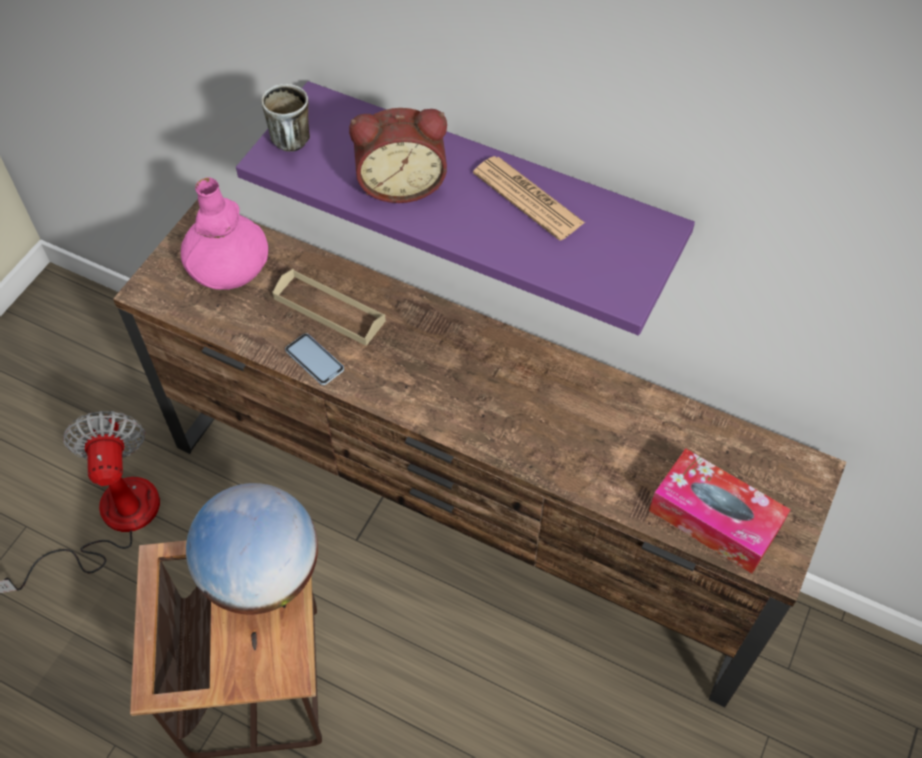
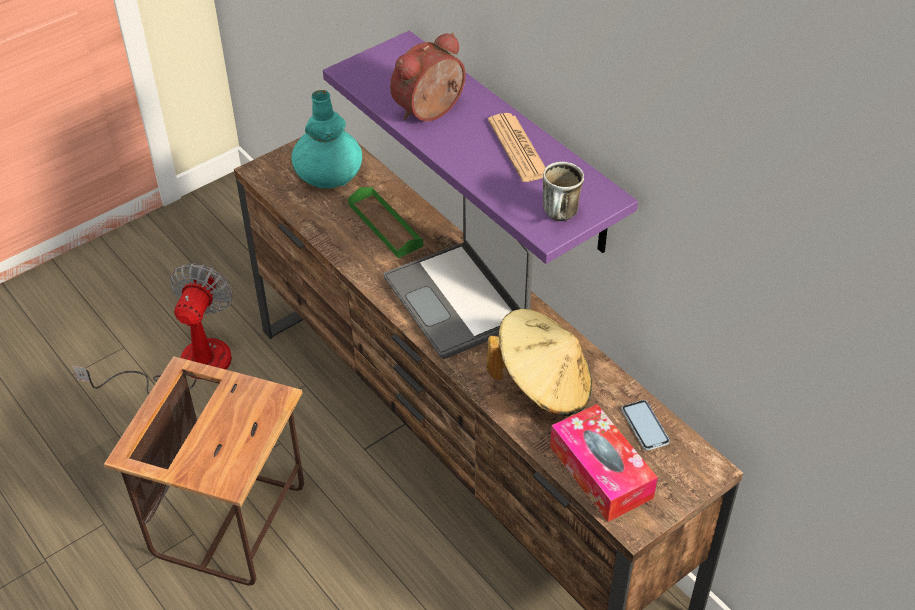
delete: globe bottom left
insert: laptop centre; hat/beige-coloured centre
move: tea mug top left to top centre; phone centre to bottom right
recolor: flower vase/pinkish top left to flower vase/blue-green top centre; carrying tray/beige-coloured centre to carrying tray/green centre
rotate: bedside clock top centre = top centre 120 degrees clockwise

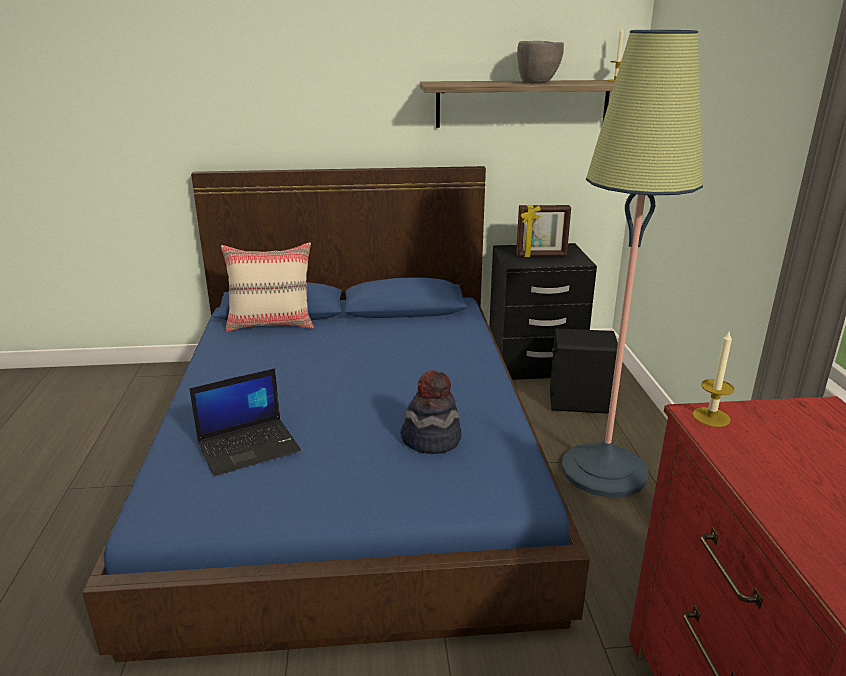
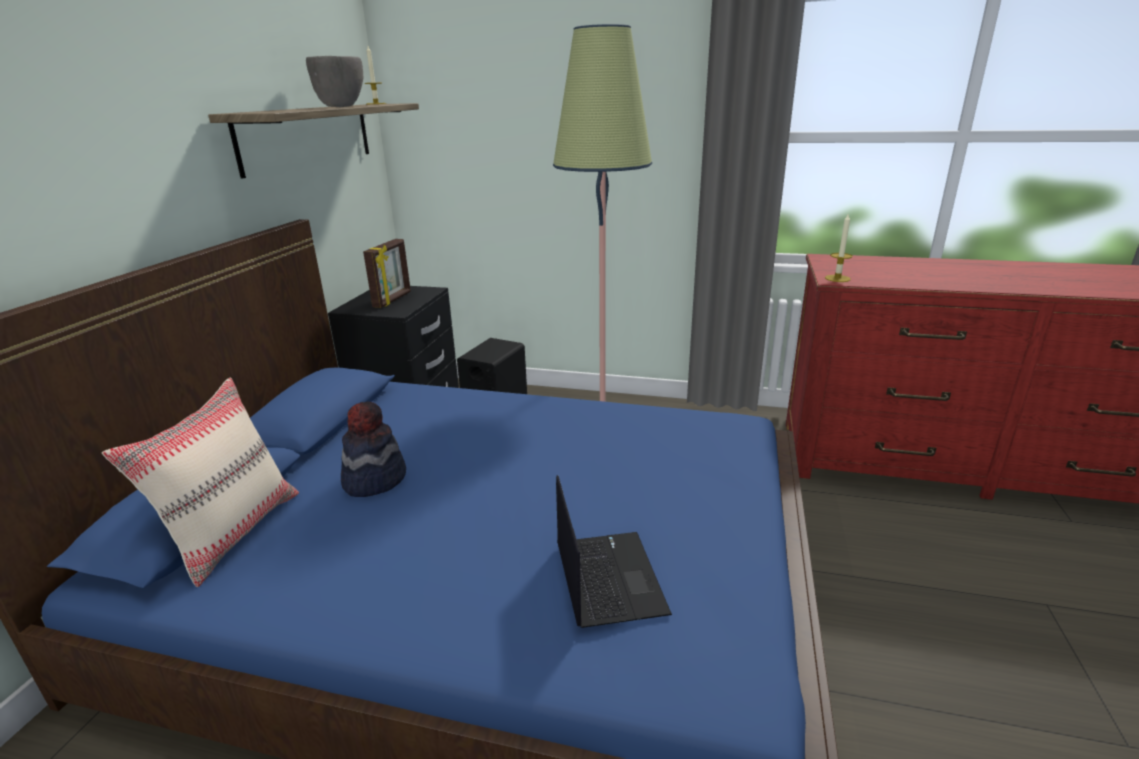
move: hat centre to middle left

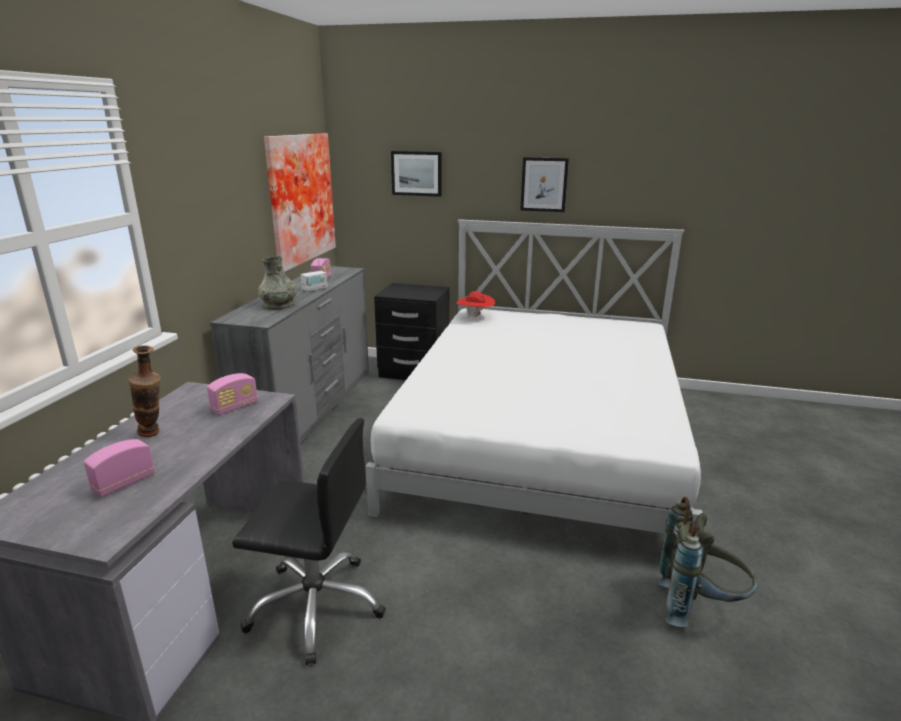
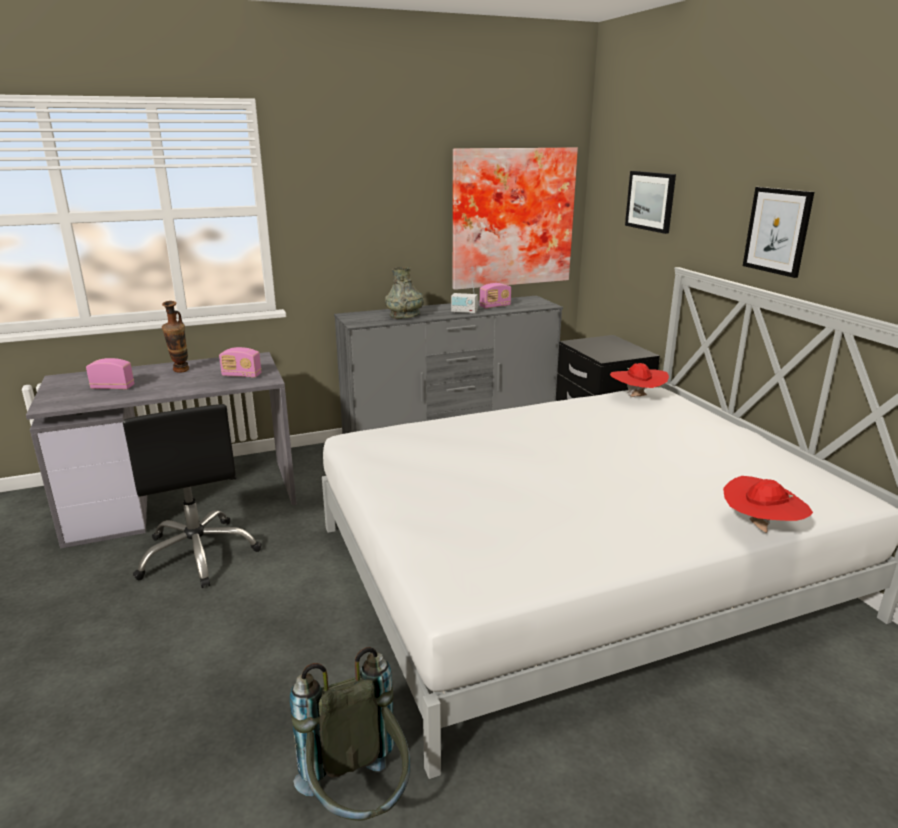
insert: hat/red (2nd from left) middle right

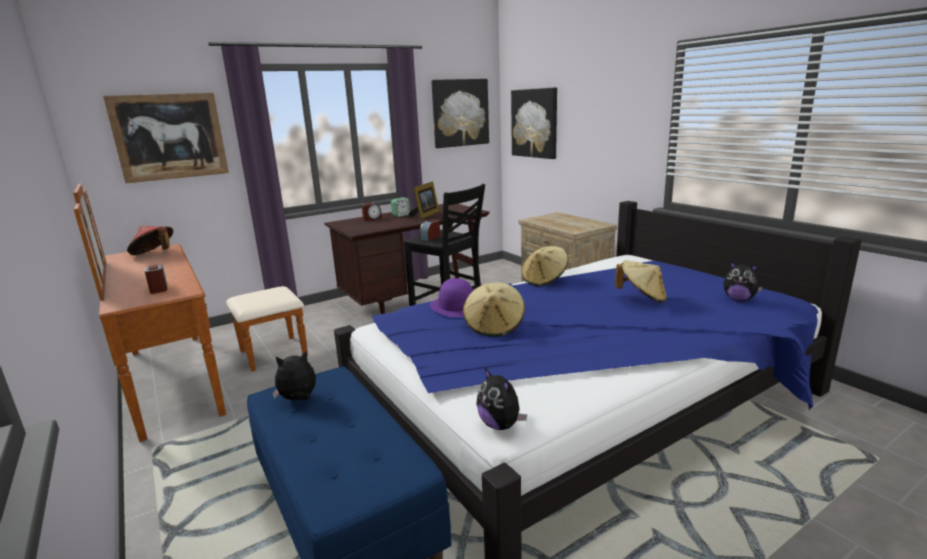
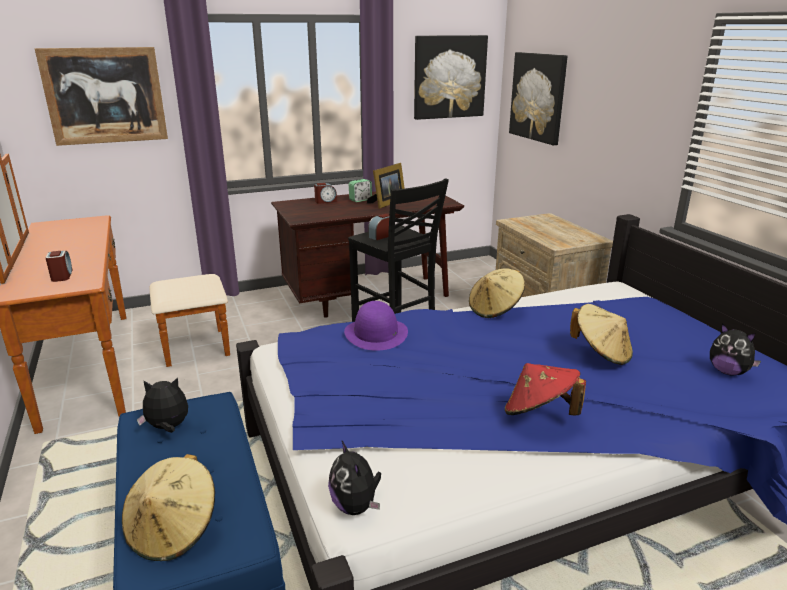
move: hat/red middle left to middle right; hat/beige-coloured (1st from left) centre to bottom left

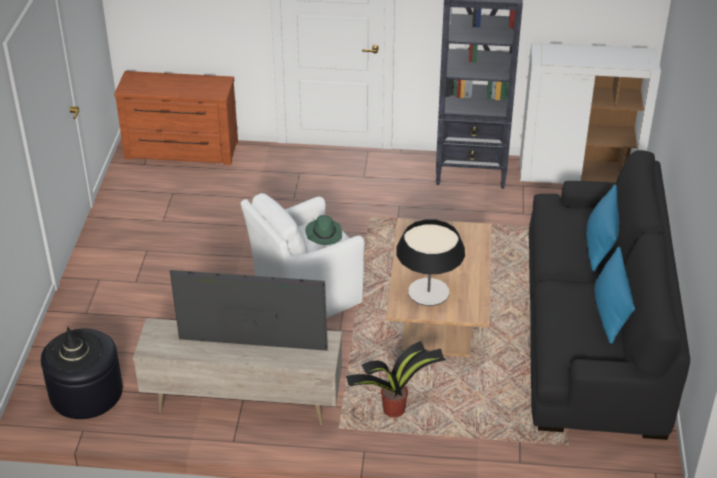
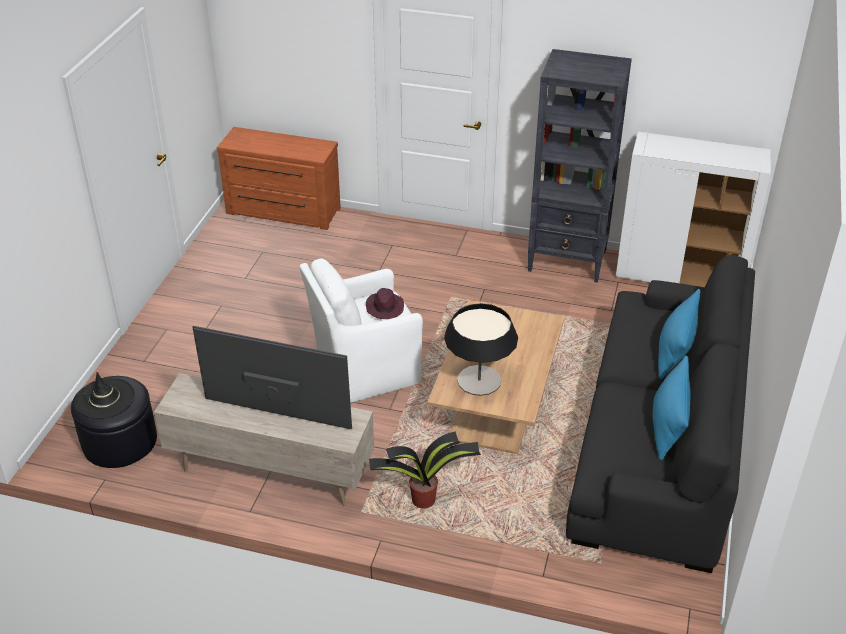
recolor: hat/green centre to hat/purple-coloured centre

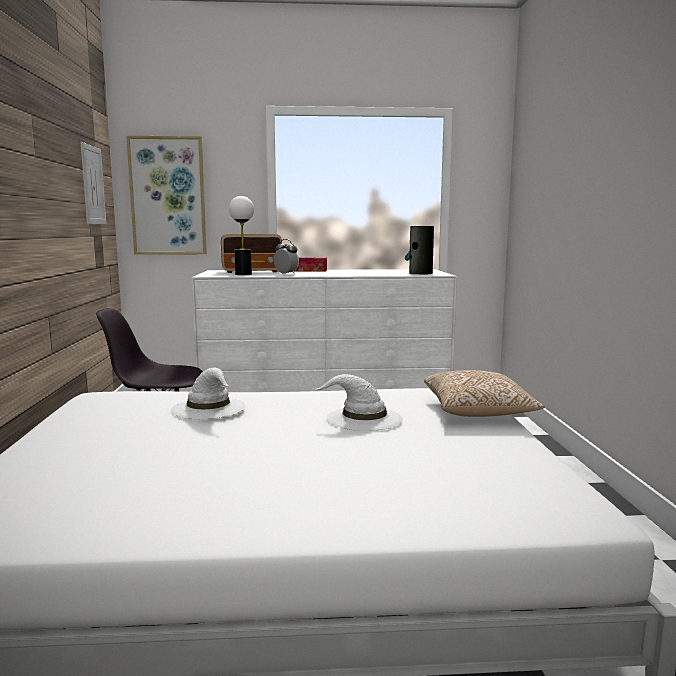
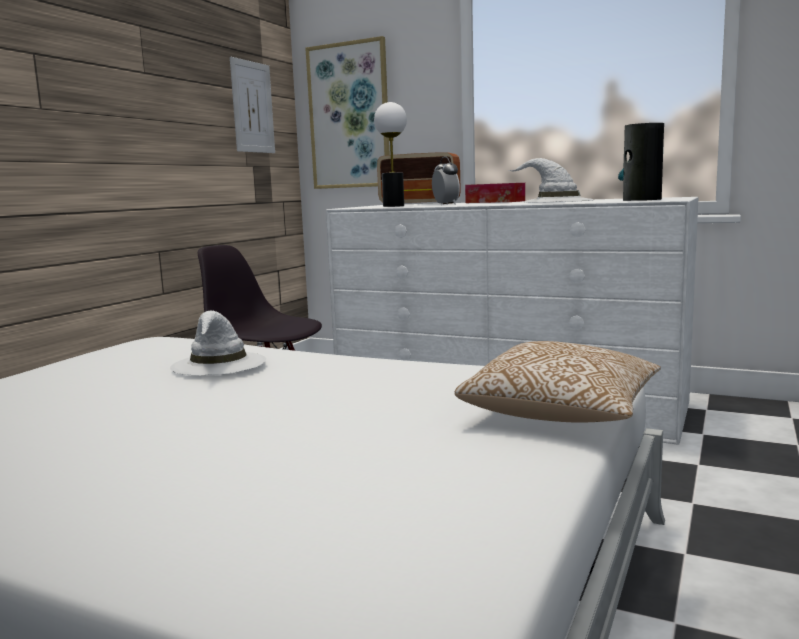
move: hat/white (2nd from left) centre to top right

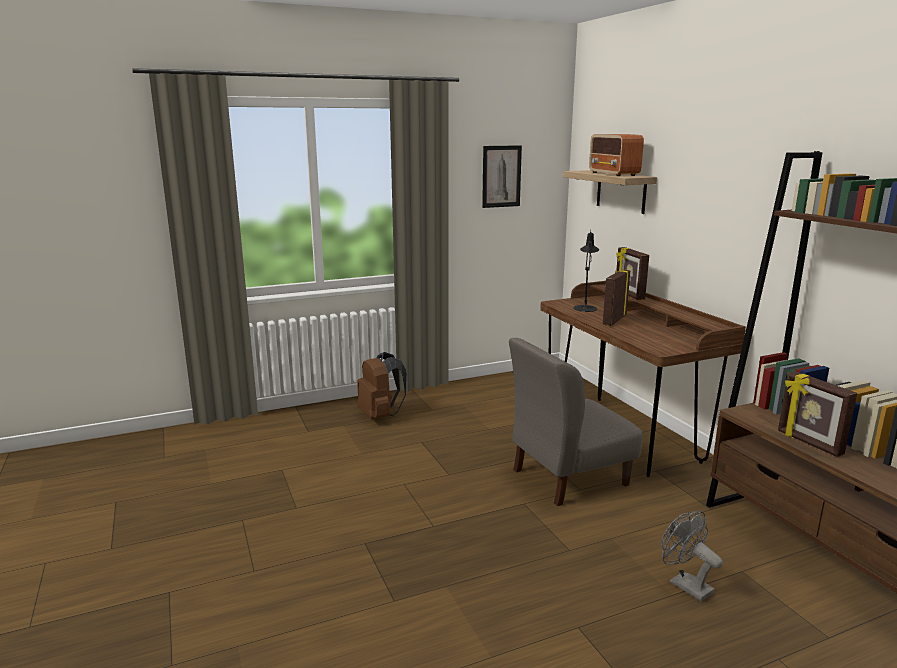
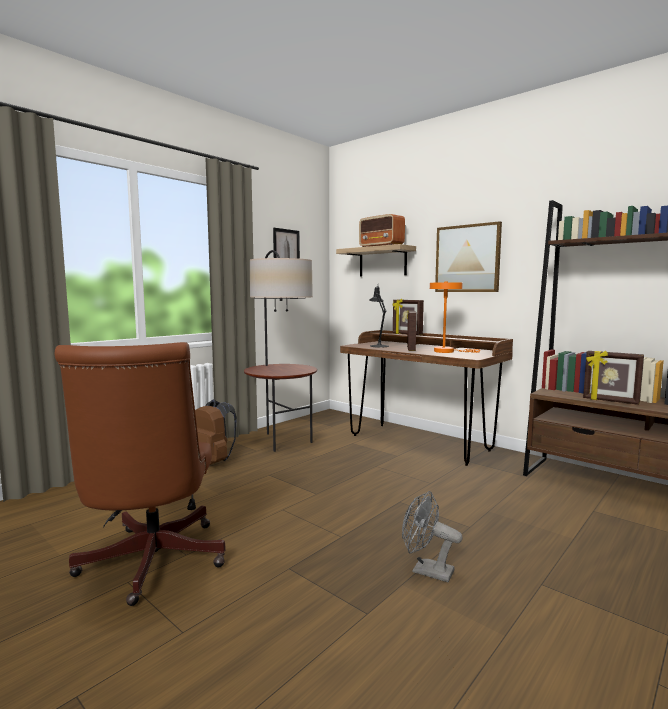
delete: upright chair/greyish centre
insert: desk chair/brownish bottom left; standard lamp centre; table lamp/orange-coloured middle right; wall picture (2nd from left) middle right
move: fan/greyish bottom right to bottom centre

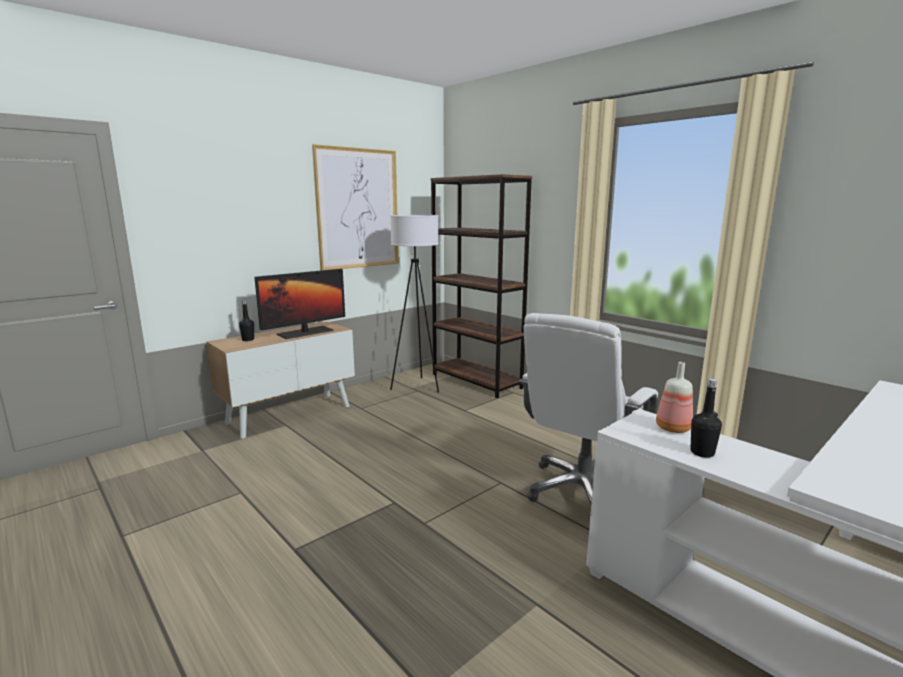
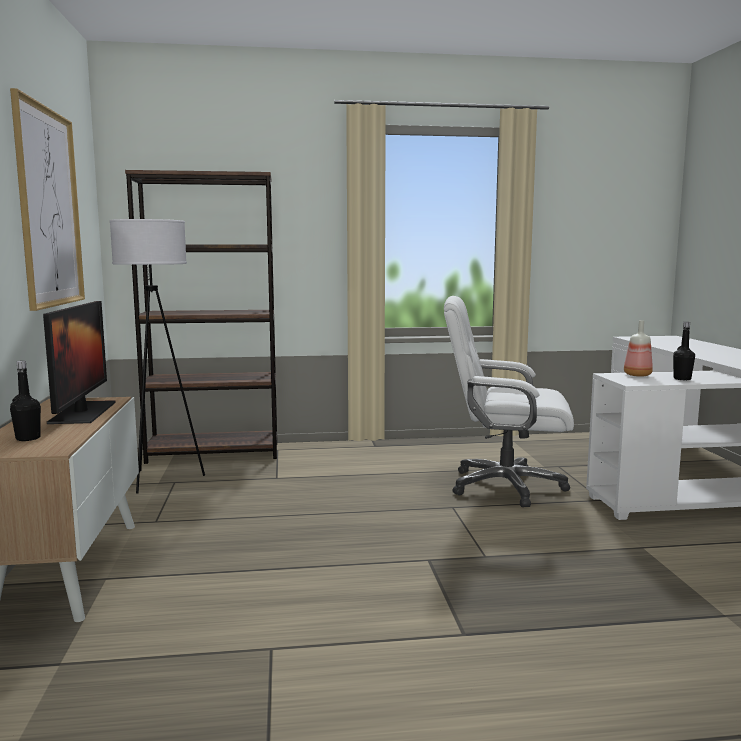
rotate: desk chair/white centre = middle right 120 degrees clockwise

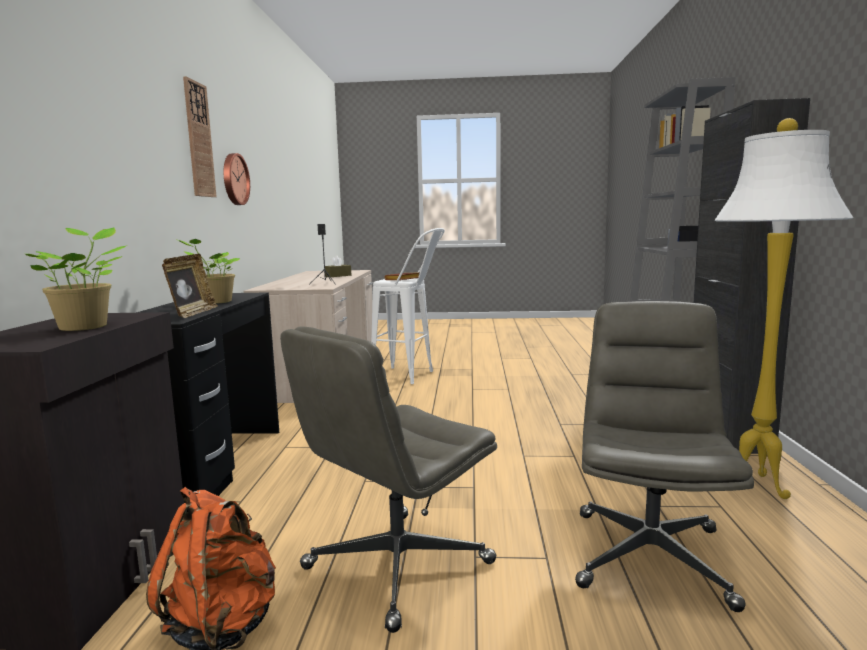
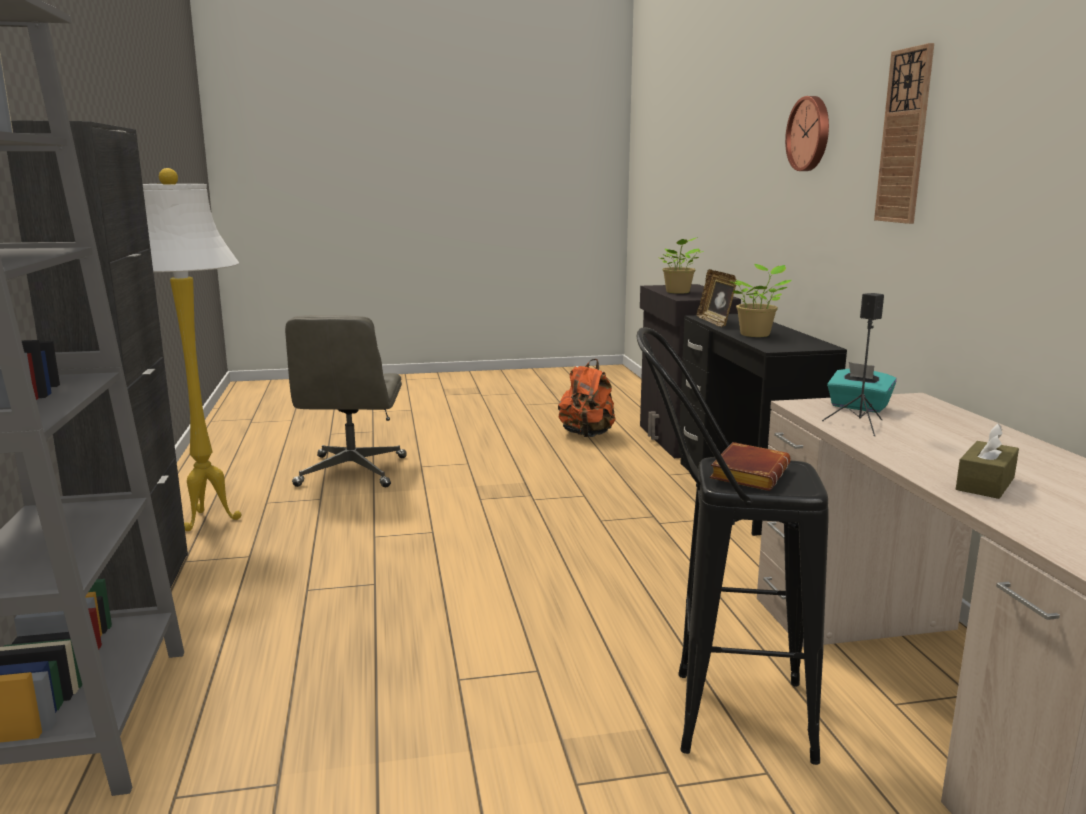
delete: desk chair/greyish (1st from left) bottom centre
insert: tissue holder/blue-green middle right
move: wall clock (2nd from left in the first image) top left to wall clock (1st from left) top right
recolor: stool/white centre to stool/blackish bottom right

